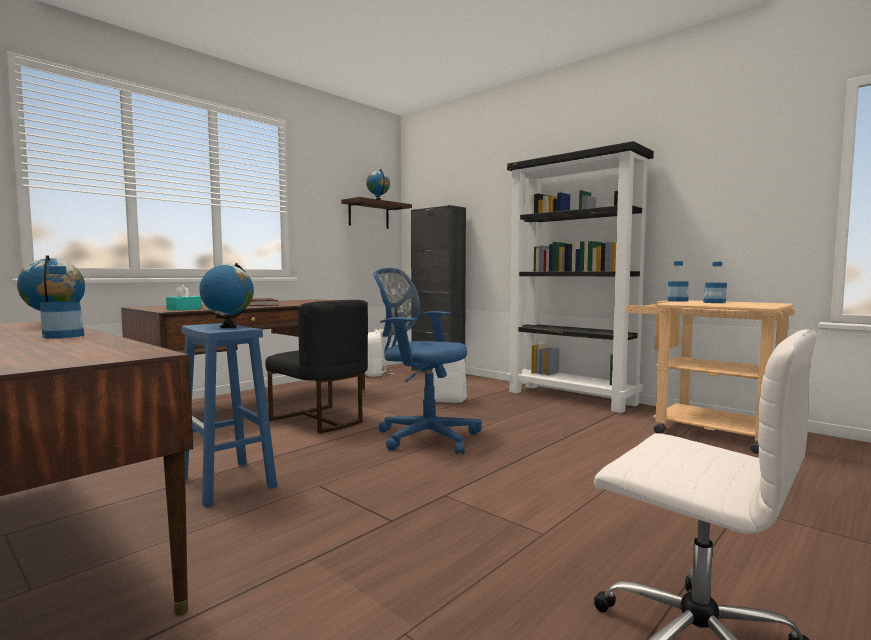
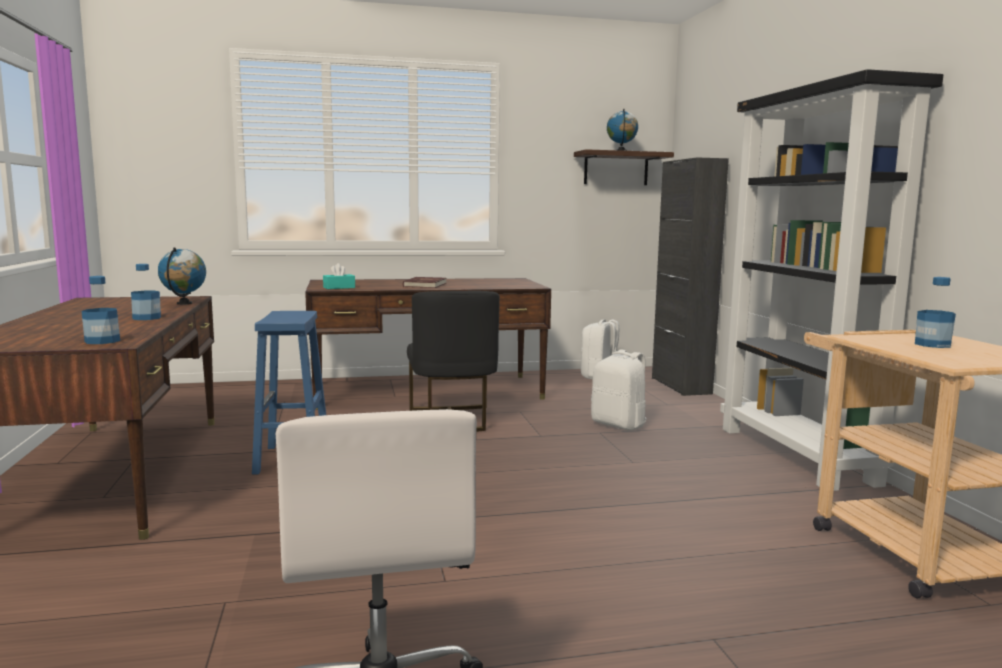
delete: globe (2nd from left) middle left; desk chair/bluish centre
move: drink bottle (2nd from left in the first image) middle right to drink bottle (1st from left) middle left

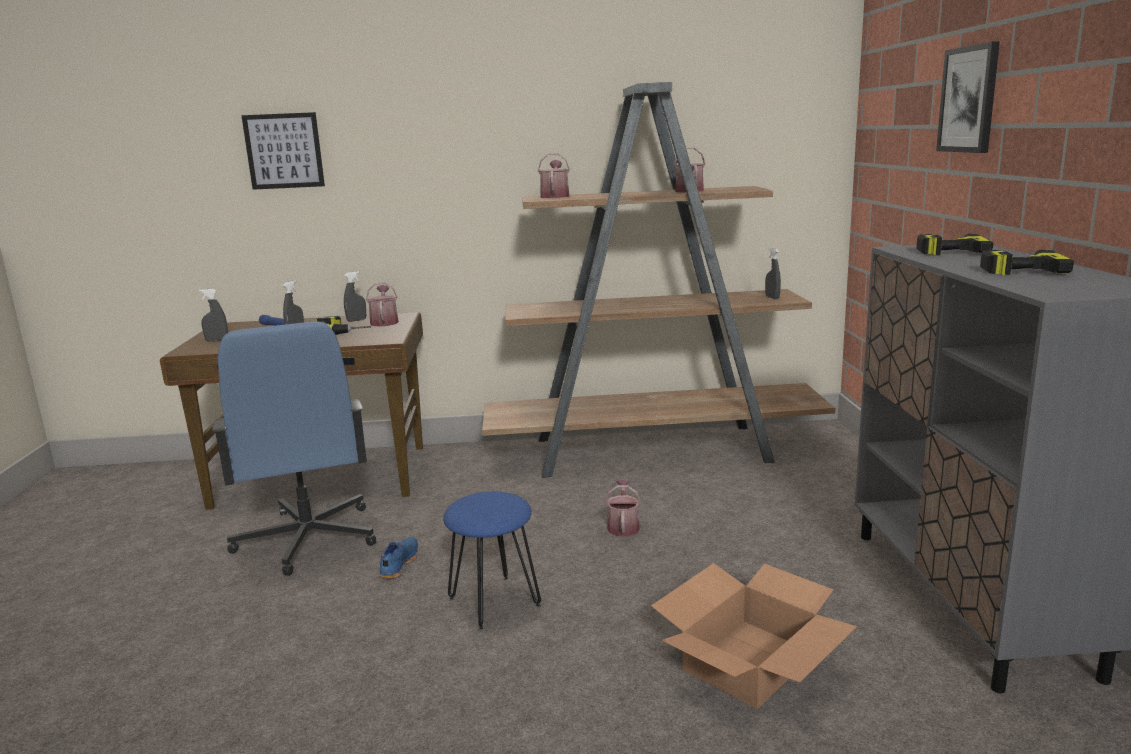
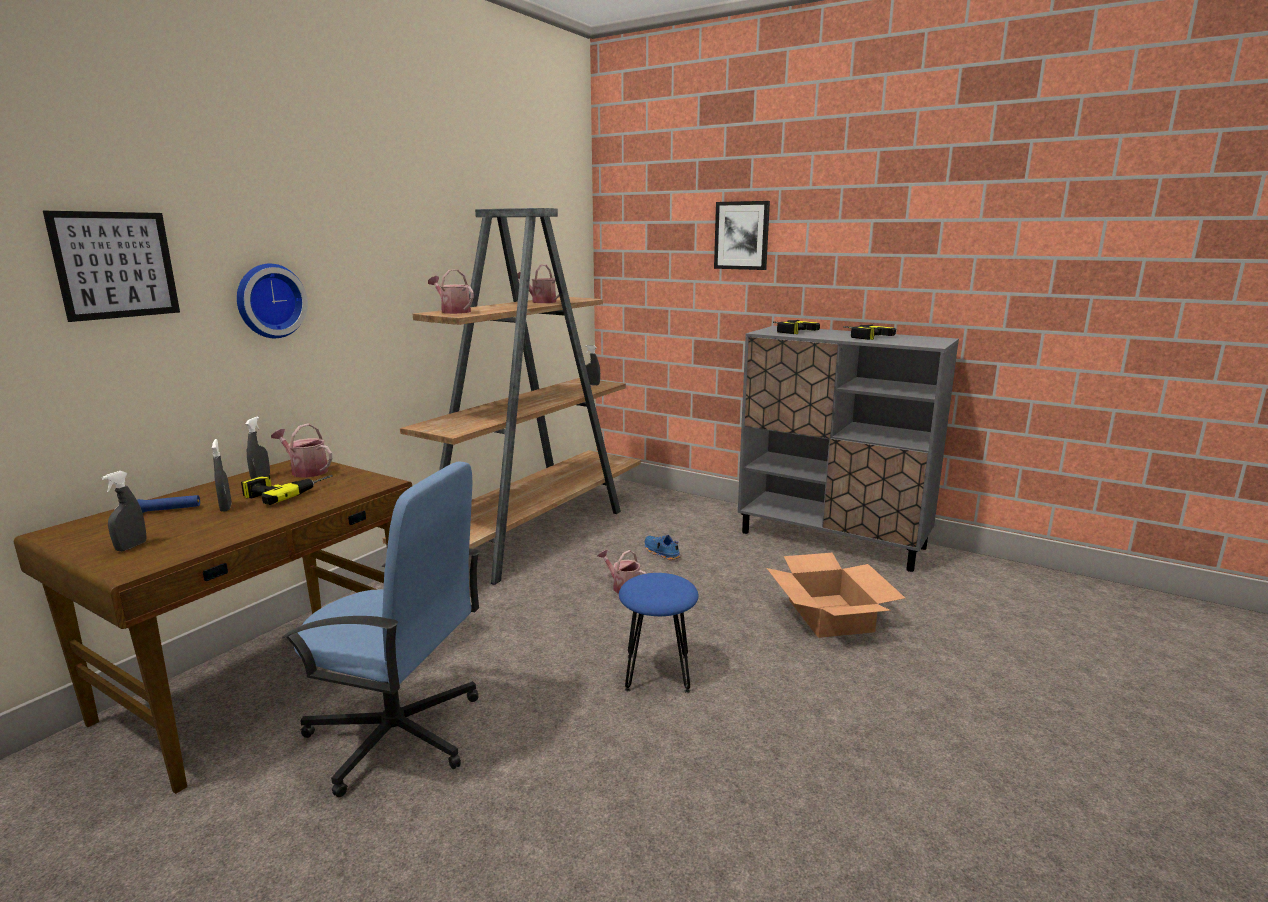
insert: wall clock middle left
move: low shoe/bluish bottom centre to centre

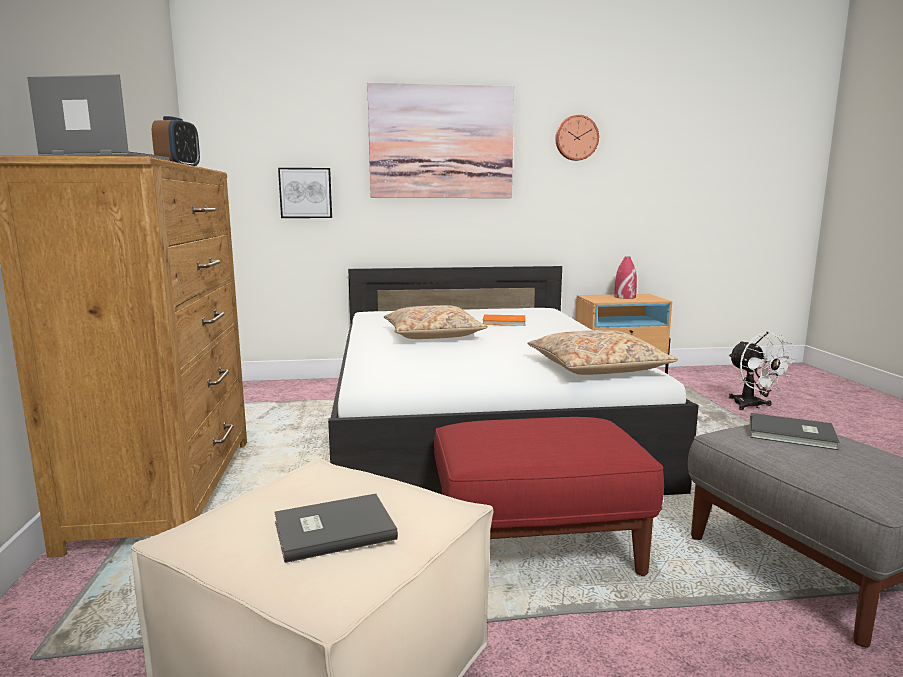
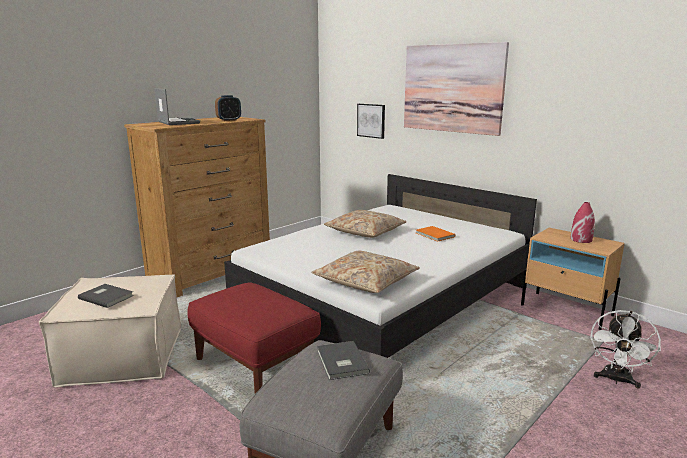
delete: wall clock top centre

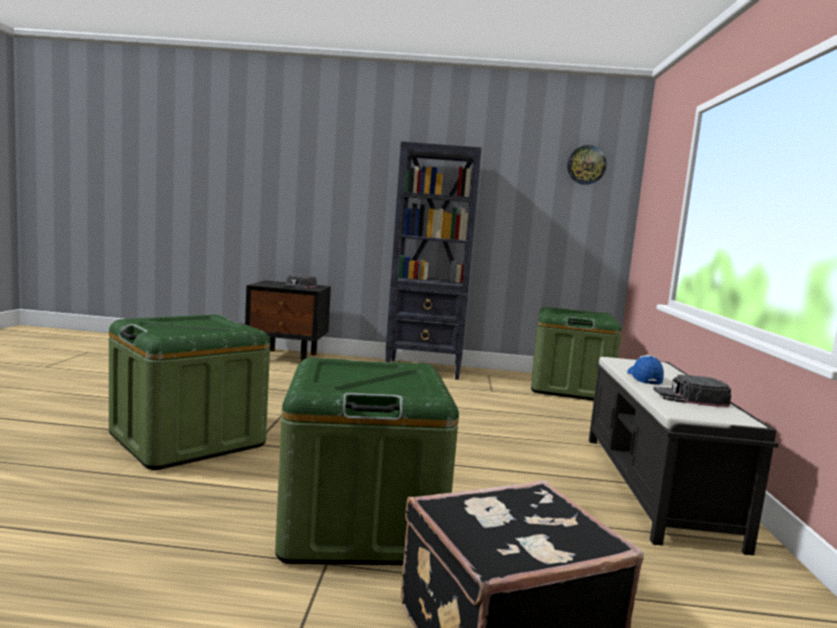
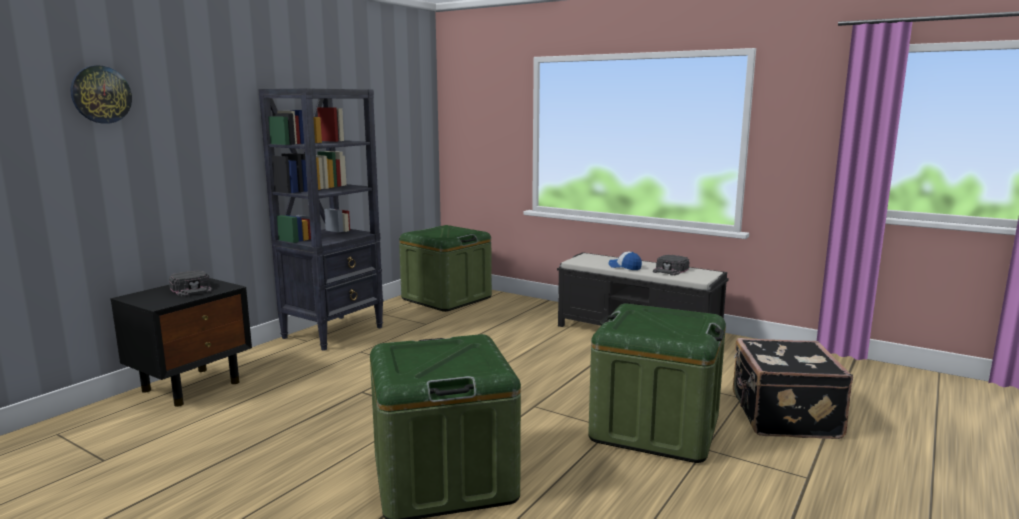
move: wall clock top right to top left

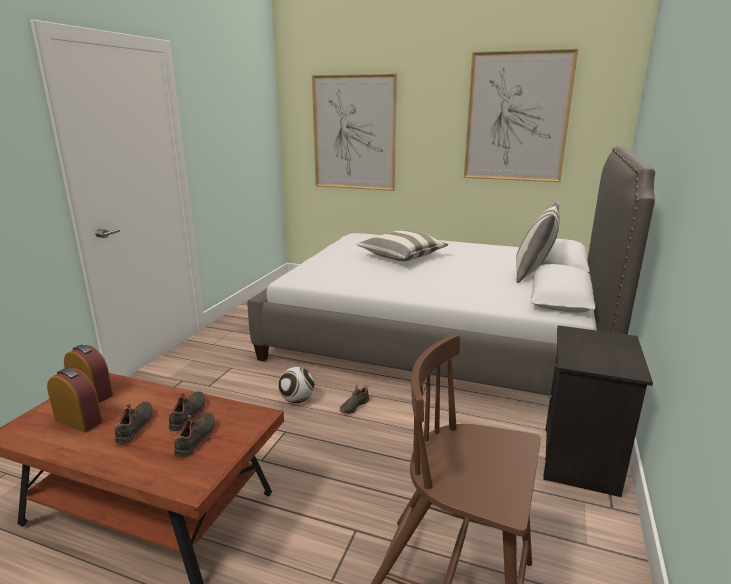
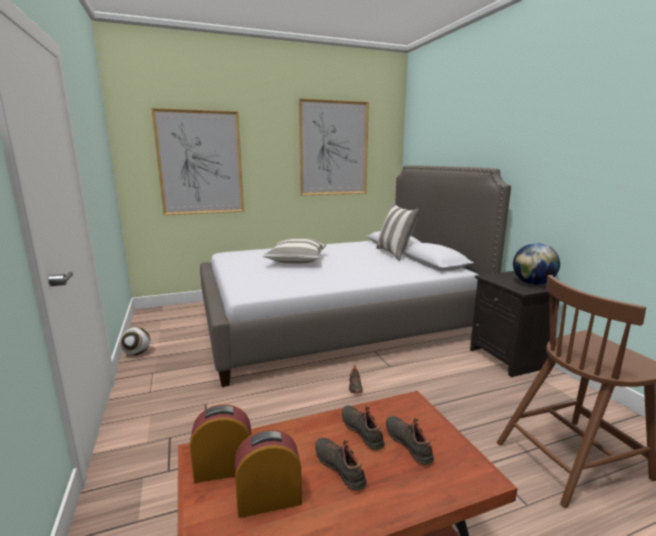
insert: globe middle right
move: football centre to middle left

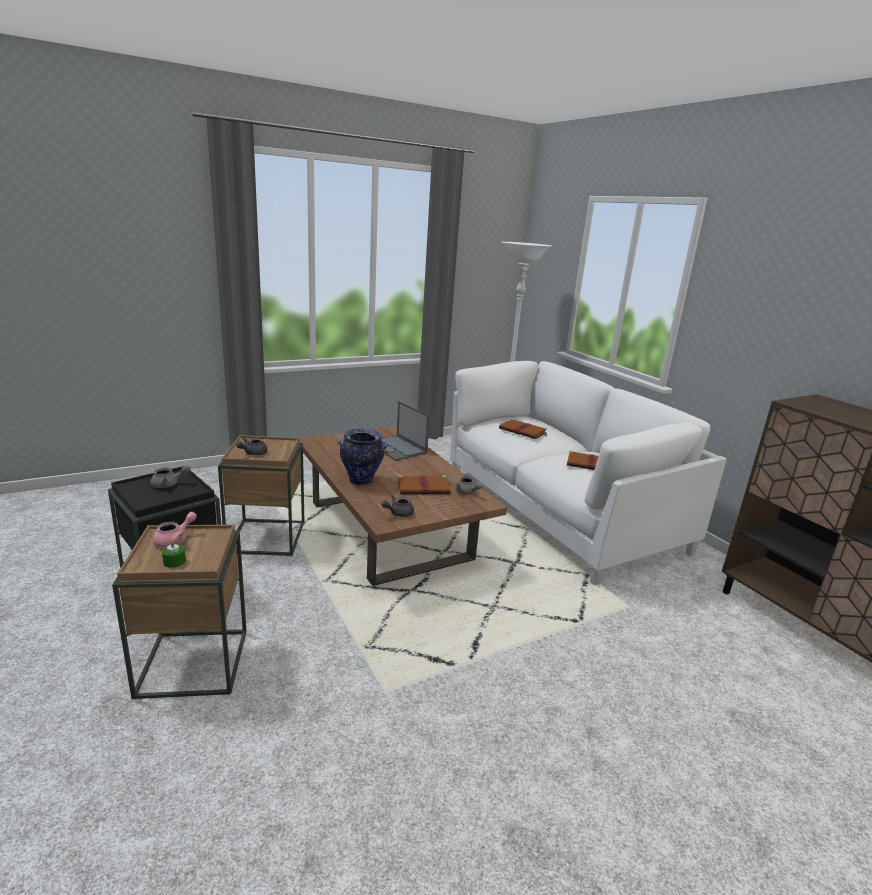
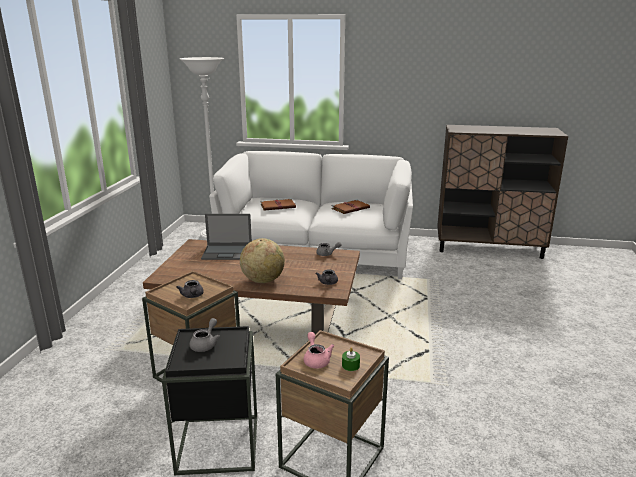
delete: book/brownish (1st from left) centre
replace: flower vase centre to globe centre

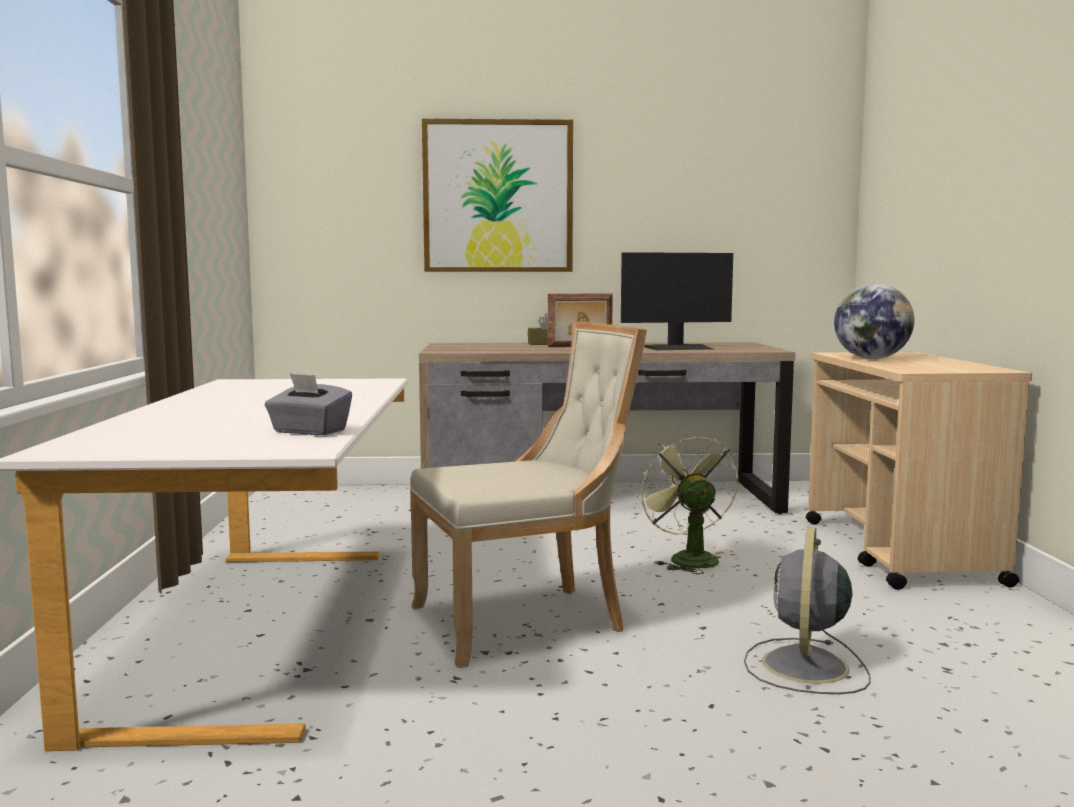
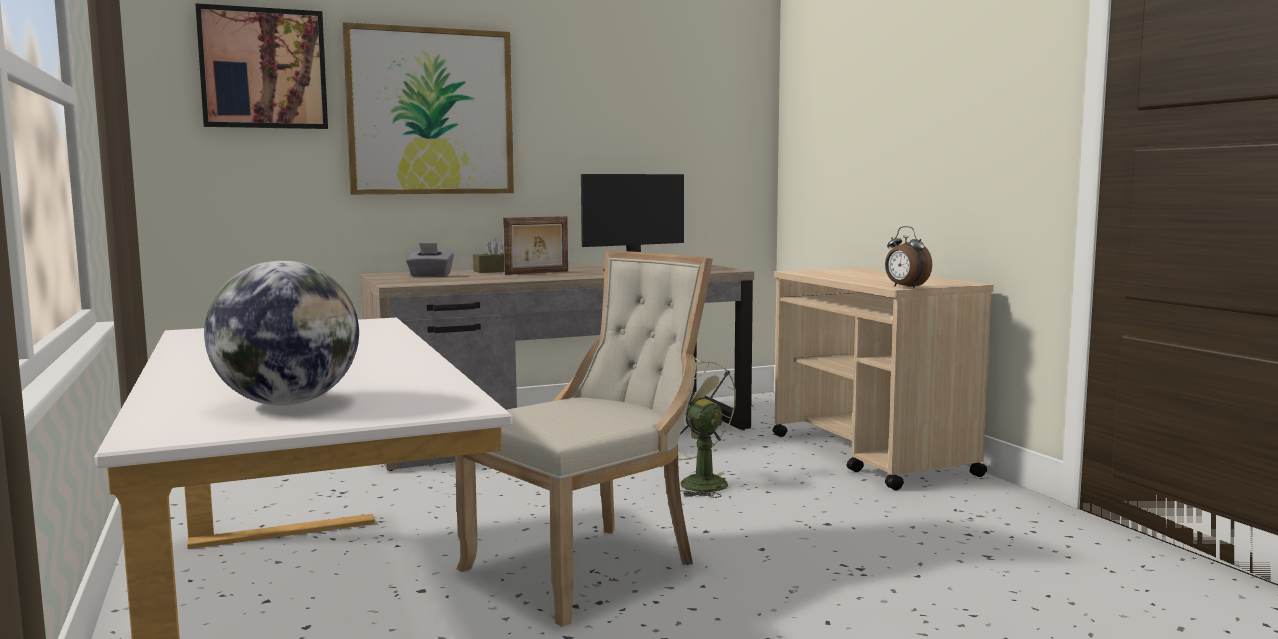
delete: fan/greyish bottom right
insert: wall picture (1st from left) top left; bedside clock middle right
move: tissue holder/greyish middle left to centre; globe middle right to middle left

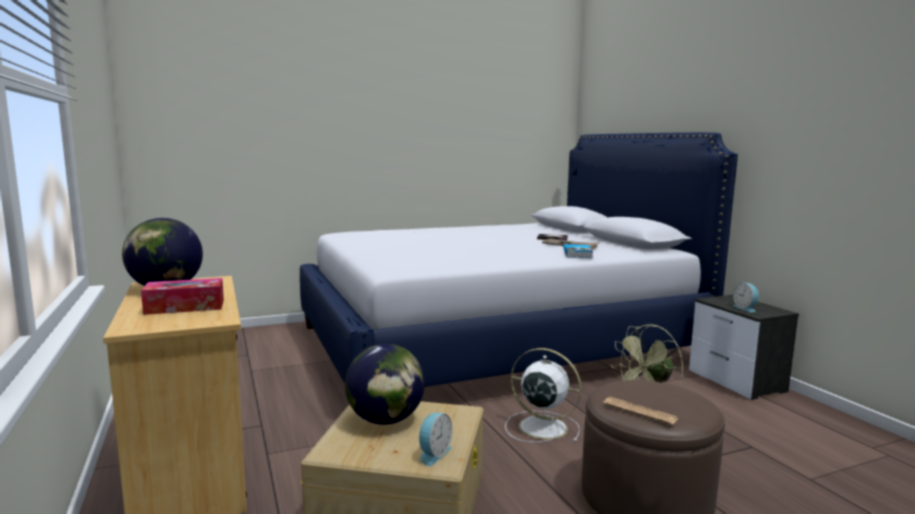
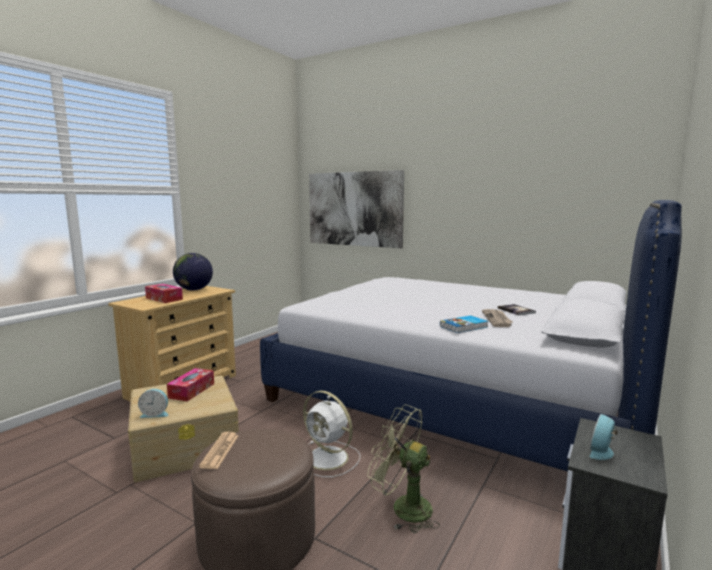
insert: wall picture centre
replace: globe (2nd from left) bottom centre to tissue holder (2nd from left) bottom left
rotate: fan/white bottom centre = bottom centre 135 degrees clockwise

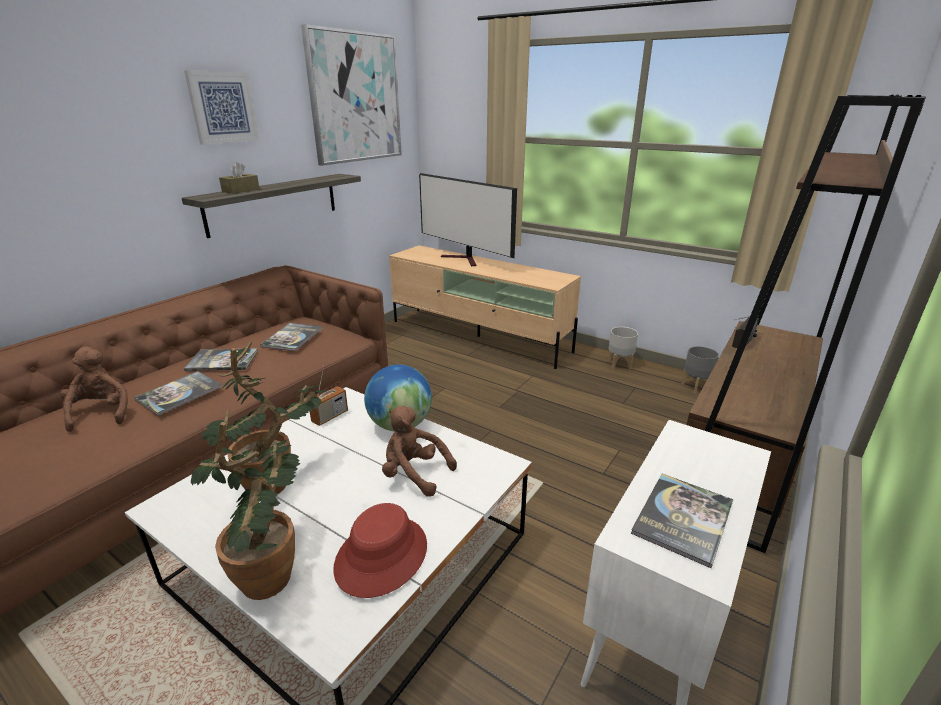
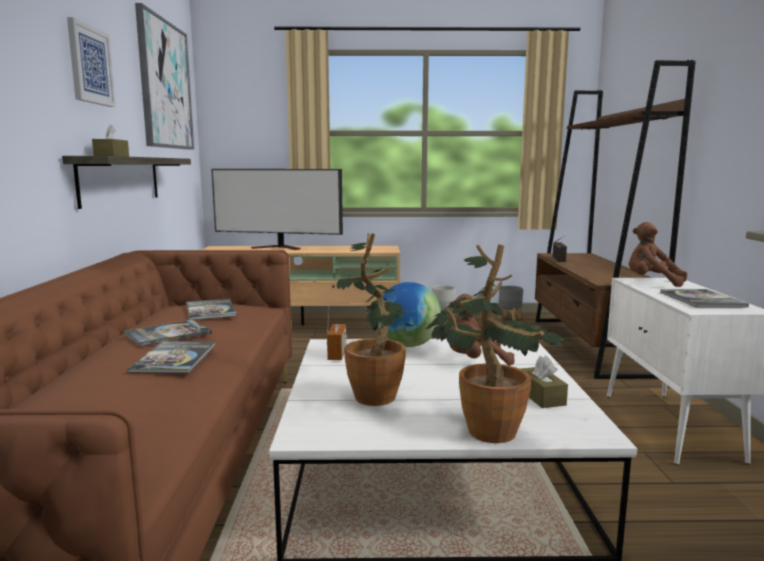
move: plush toy/brownish (1st from left in the first image) middle left to plush toy/brownish (2nd from left) middle right
replace: hat/red bottom centre to tissue holder/brownish (2nd from left) bottom right

